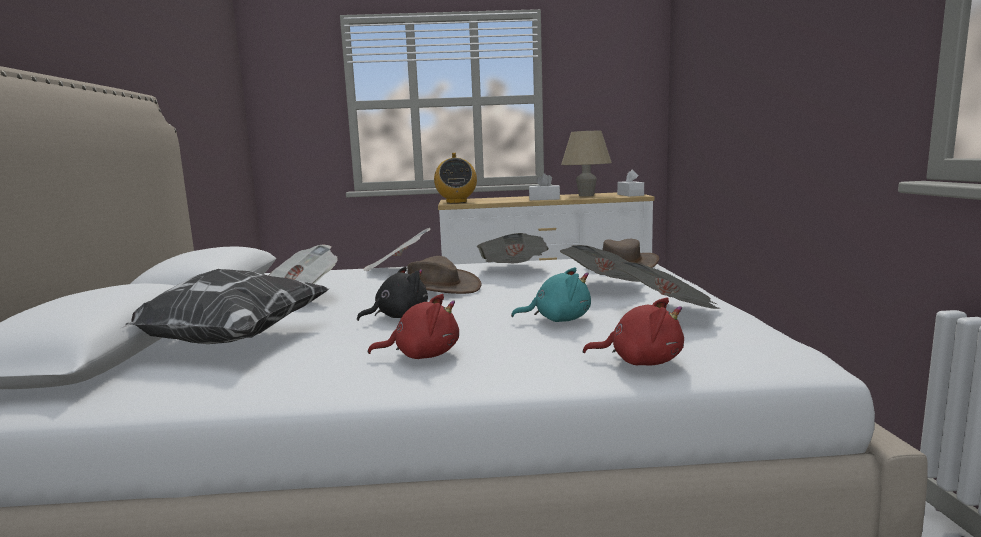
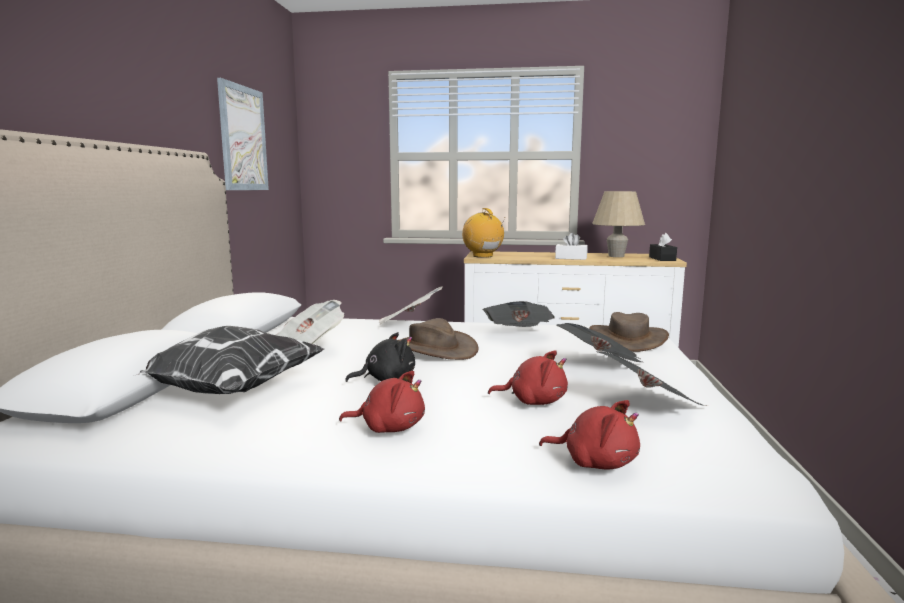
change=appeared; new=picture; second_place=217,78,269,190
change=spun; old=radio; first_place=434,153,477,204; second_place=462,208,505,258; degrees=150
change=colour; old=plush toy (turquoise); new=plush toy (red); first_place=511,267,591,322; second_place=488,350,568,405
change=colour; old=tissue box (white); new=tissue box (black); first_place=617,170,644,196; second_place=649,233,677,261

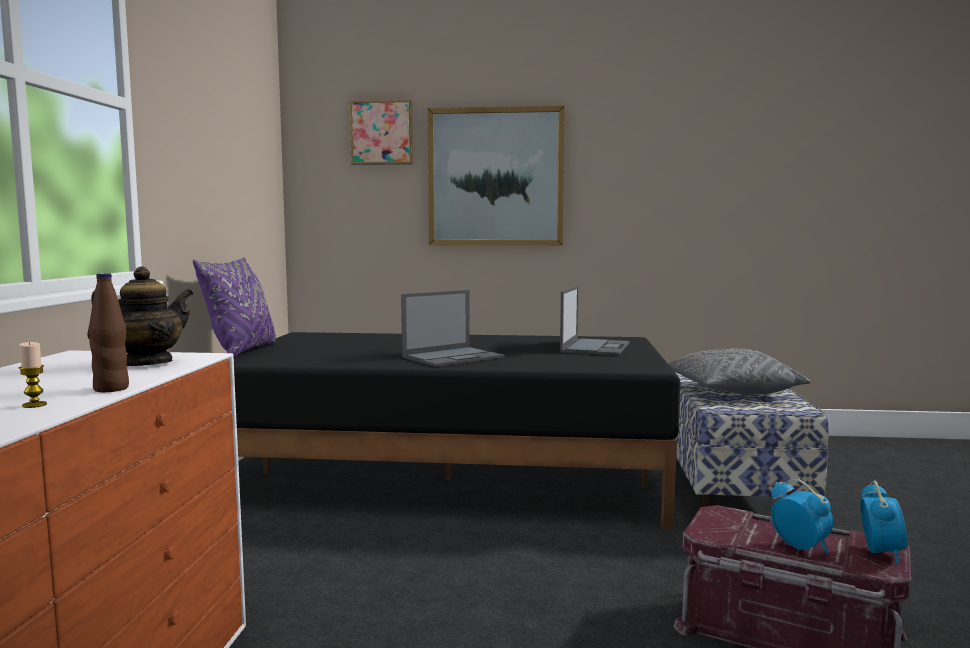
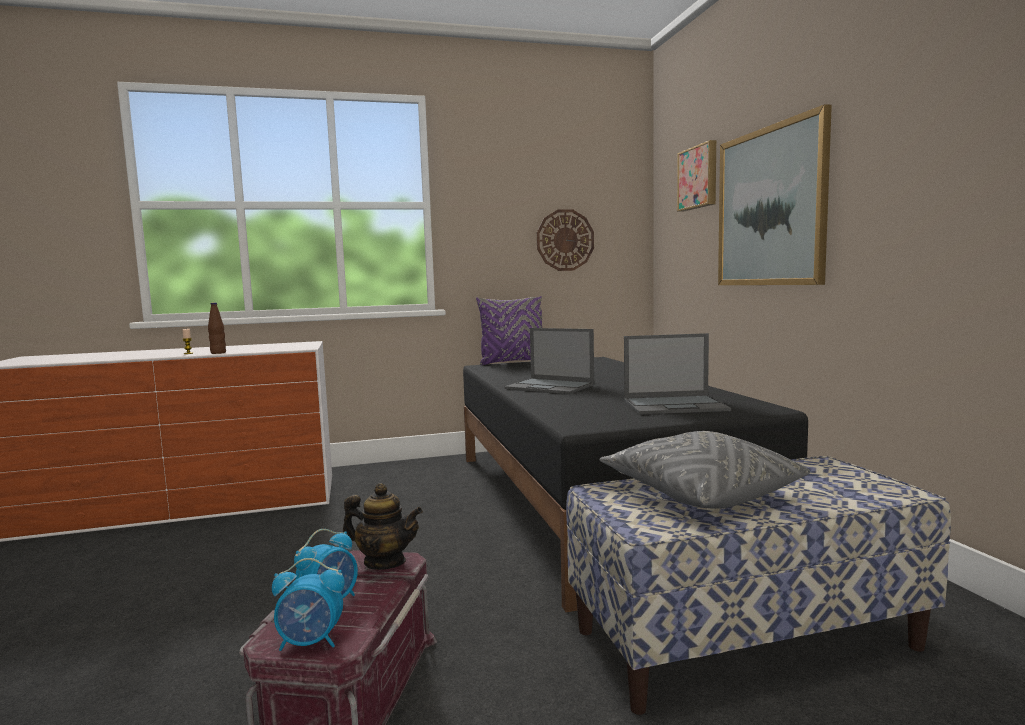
change=relocated; old=teapot; first_place=87,266,193,366; second_place=343,483,423,570
change=appeared; new=wall clock; second_place=537,209,594,271

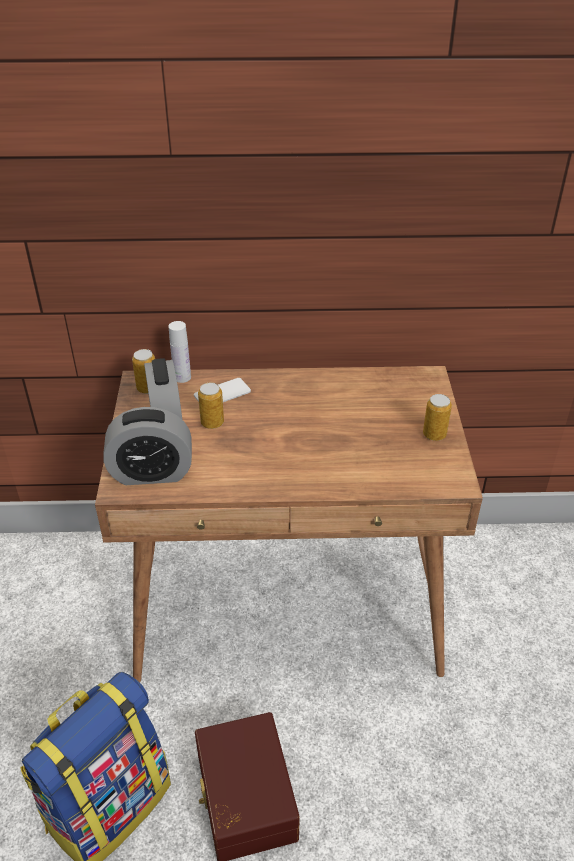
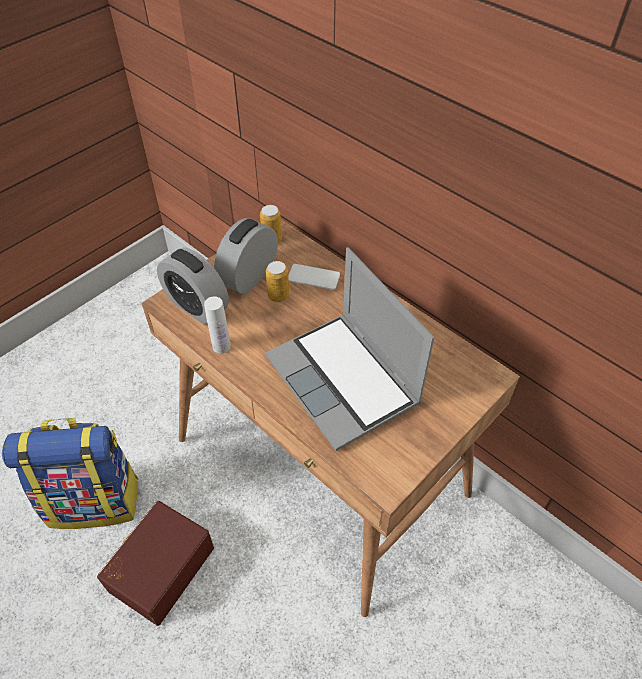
change=relocated; old=bottle (white); first_place=168,321,191,383; second_place=204,296,231,354
change=appeared; new=laptop; second_place=265,247,434,451
change=missing; old=can; first_place=423,394,452,441

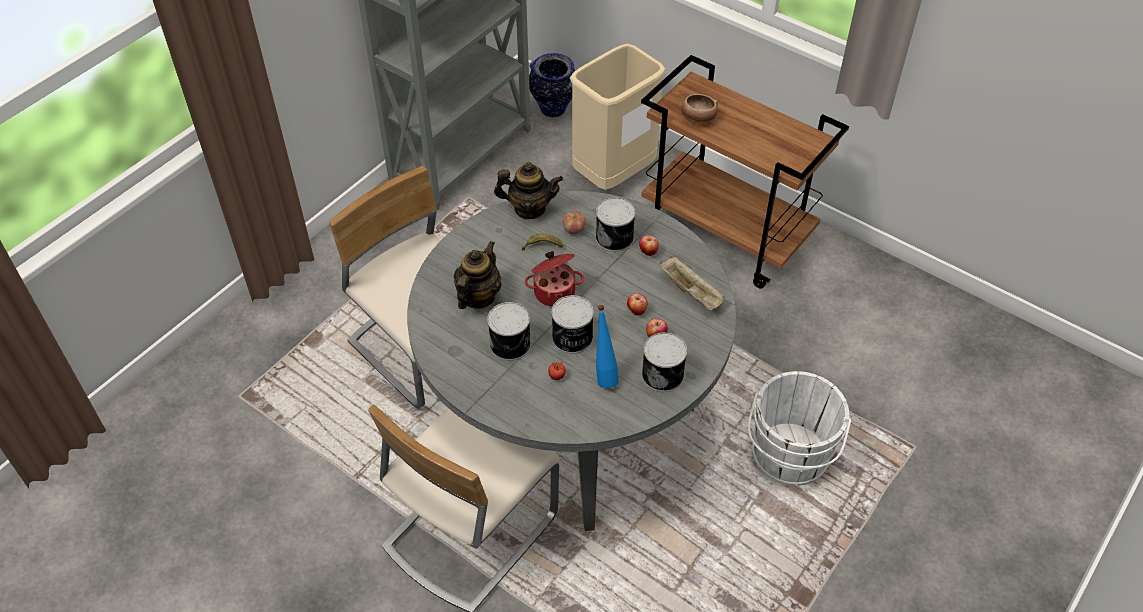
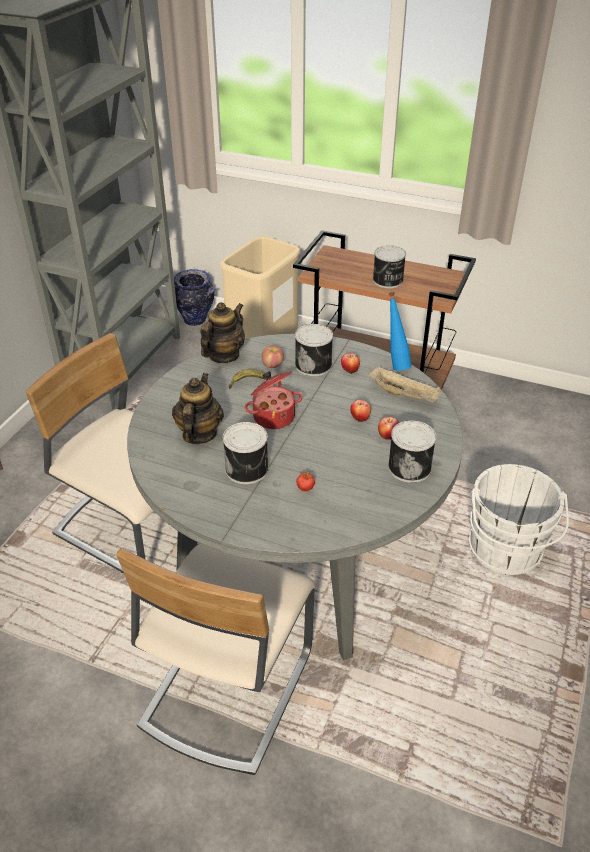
change=spun; old=teapot; first_place=494,162,563,219; second_place=200,302,245,363; degrees=-45
change=relocated; old=can; first_place=552,295,594,354; second_place=373,245,406,288
change=relocated; old=bottle (blue); first_place=596,305,619,388; second_place=389,292,412,371
change=missing; old=bowl; first_place=681,94,718,123

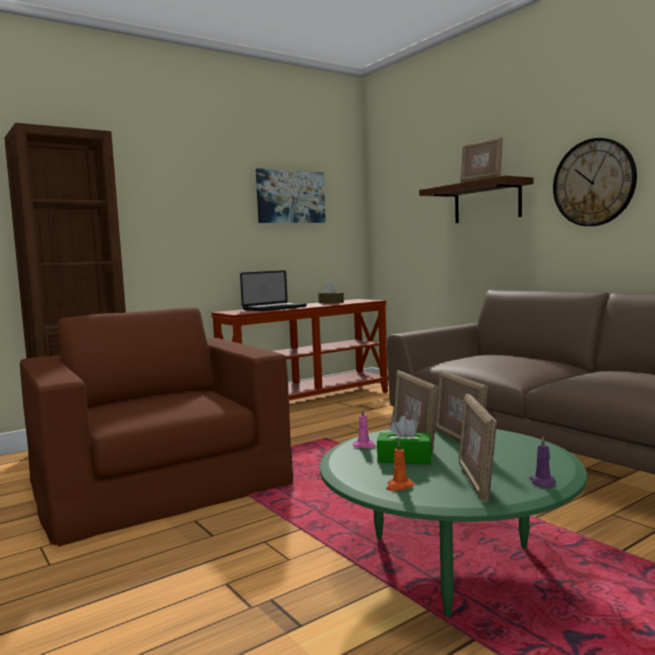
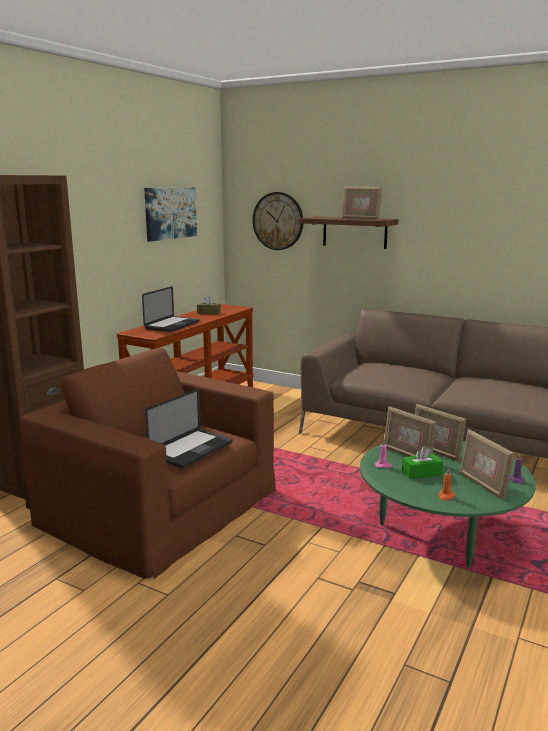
change=appeared; new=laptop; second_place=145,389,233,468
change=relocated; old=wall clock; first_place=553,138,637,226; second_place=253,192,303,250

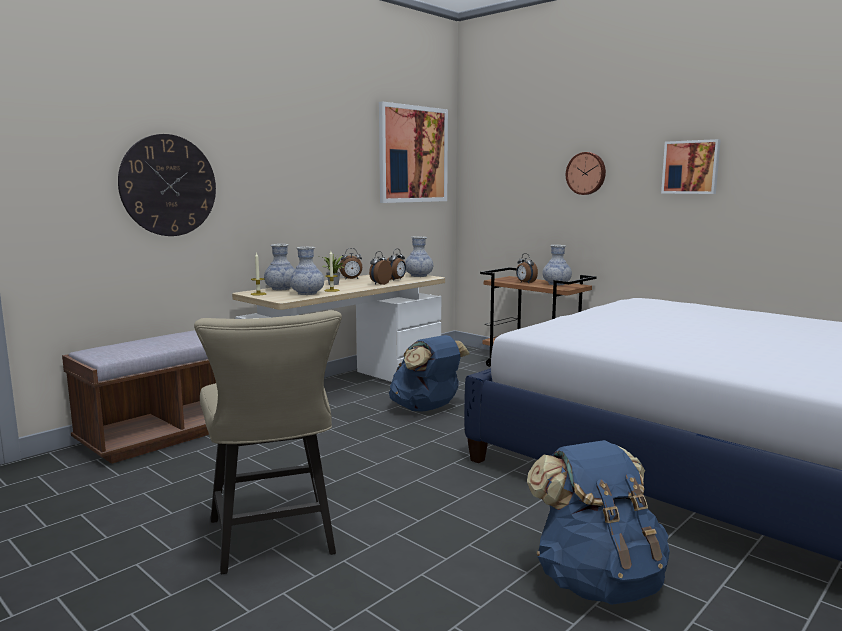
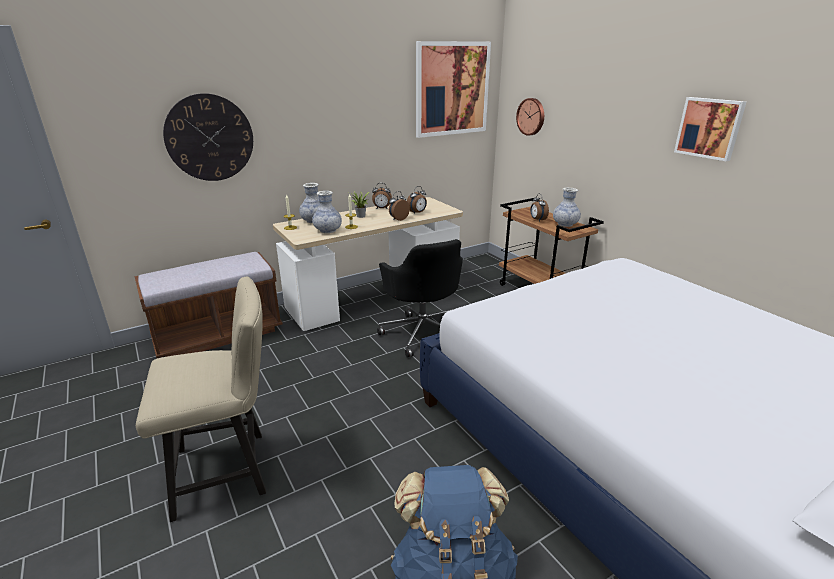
change=spun; old=chair (beige); first_place=194,310,342,574; second_place=136,277,266,522; degrees=-105
change=exchanged; old=backpack (blue); new=office chair (black); first_place=389,335,470,412; second_place=377,239,463,358
change=relocated; old=wall clock; first_place=566,152,606,195; second_place=516,98,544,136
change=missing; old=vase; first_place=405,236,433,277

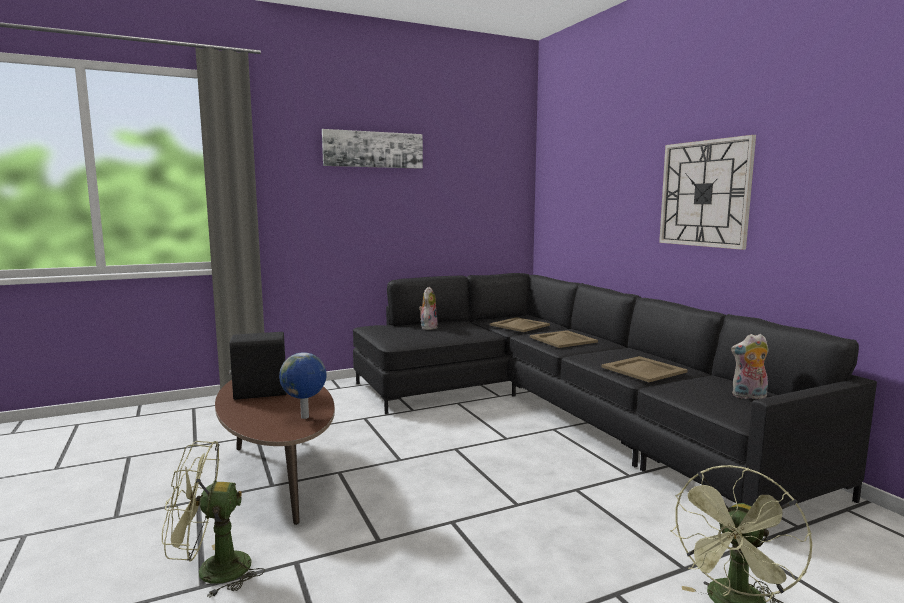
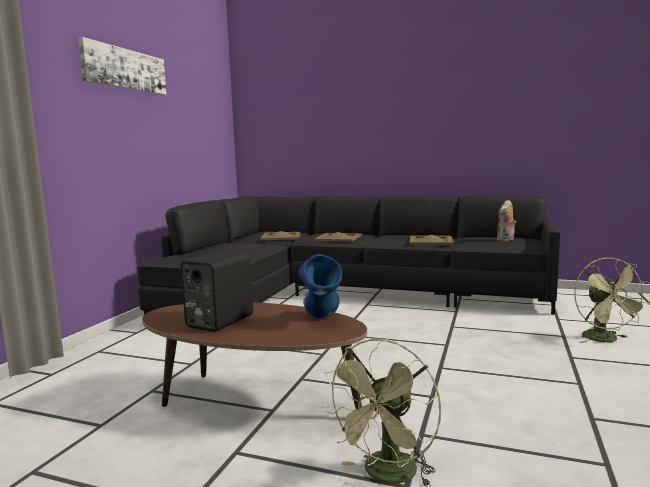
change=exchanged; old=globe; new=vase (blue); first_place=279,352,327,419; second_place=298,254,343,318
change=missing; old=plush toy; first_place=419,287,437,330
change=missing; old=wall clock; first_place=659,135,756,250

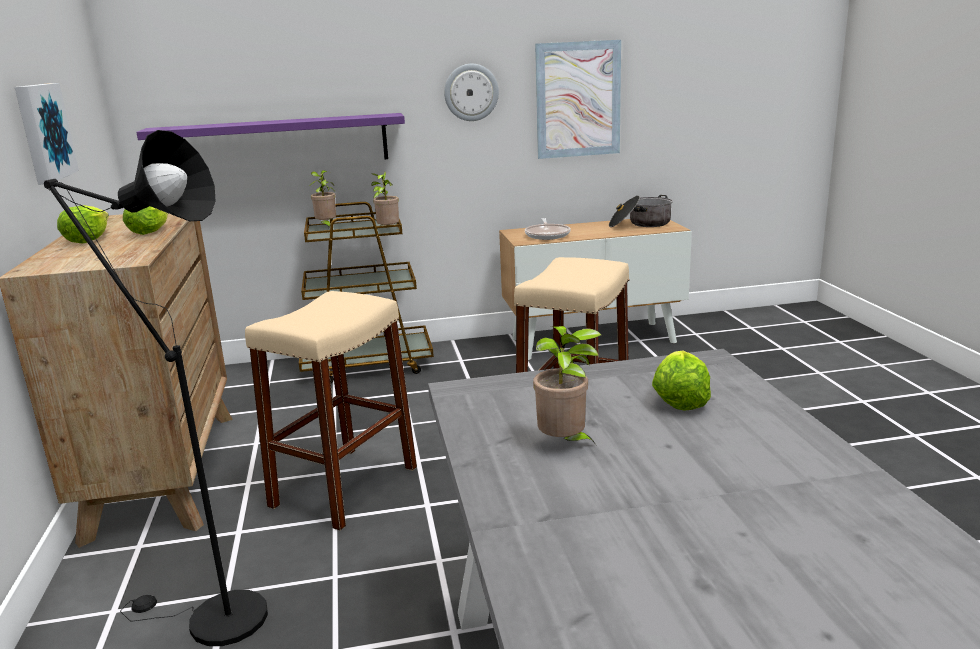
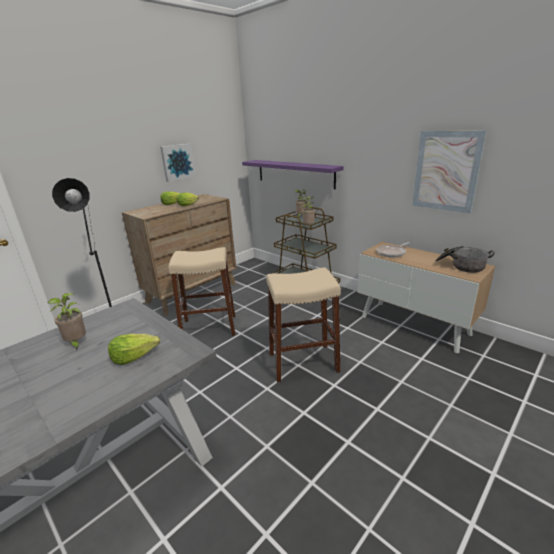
change=missing; old=wall clock; first_place=444,64,499,121

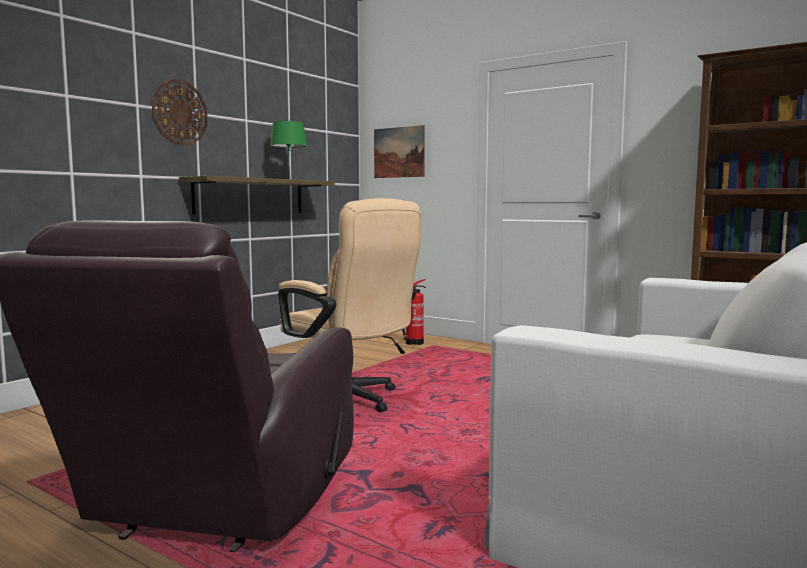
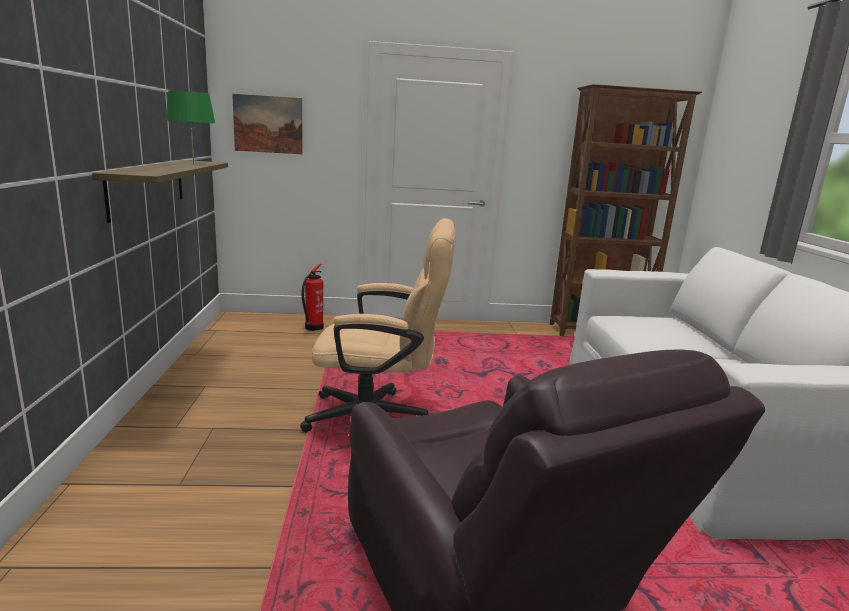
change=missing; old=wall clock; first_place=152,79,208,146

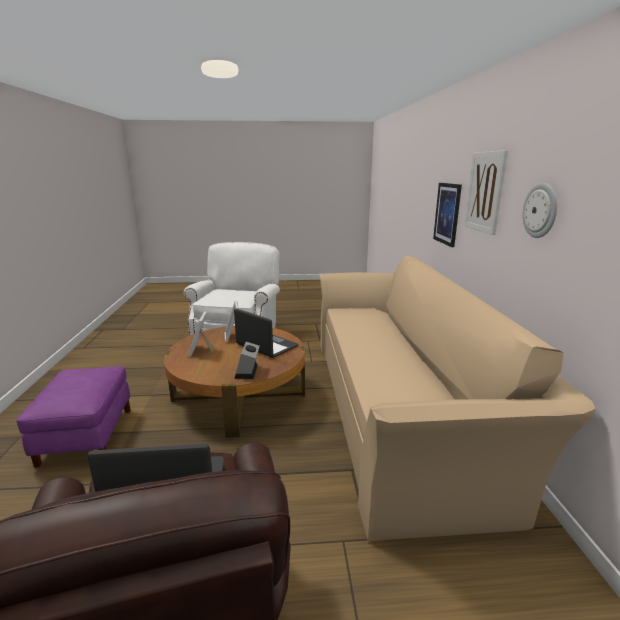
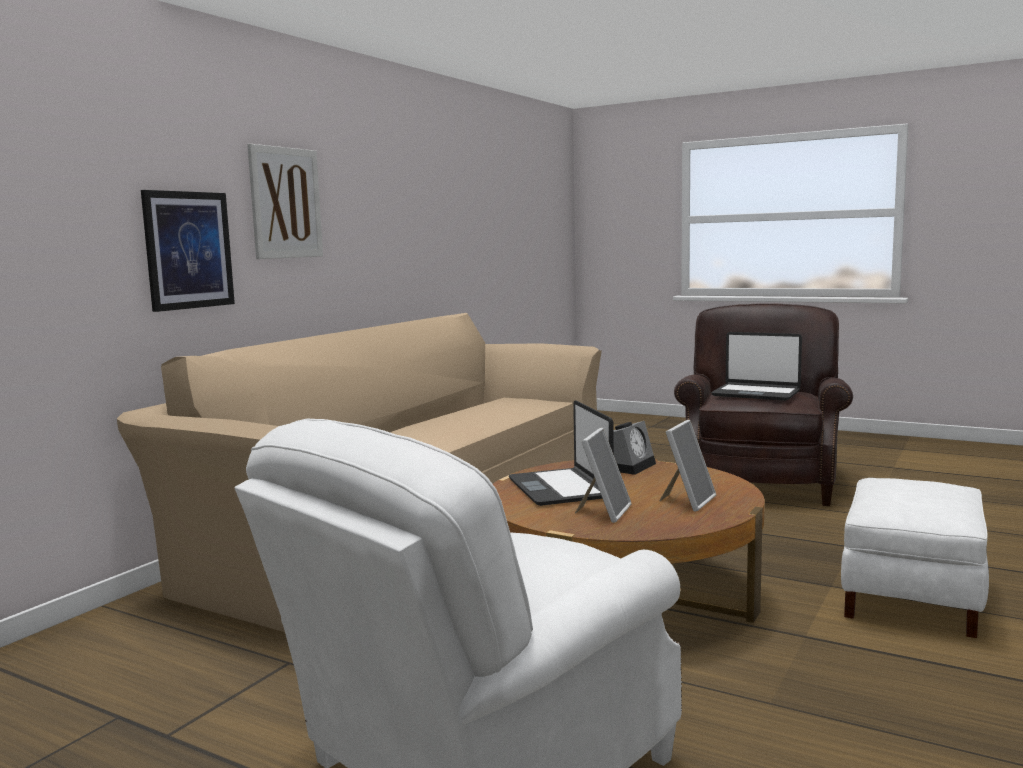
change=colour; old=ottoman (purple); new=ottoman (white); first_place=16,366,131,468; second_place=841,478,989,638
change=missing; old=wall clock; first_place=522,183,557,238

